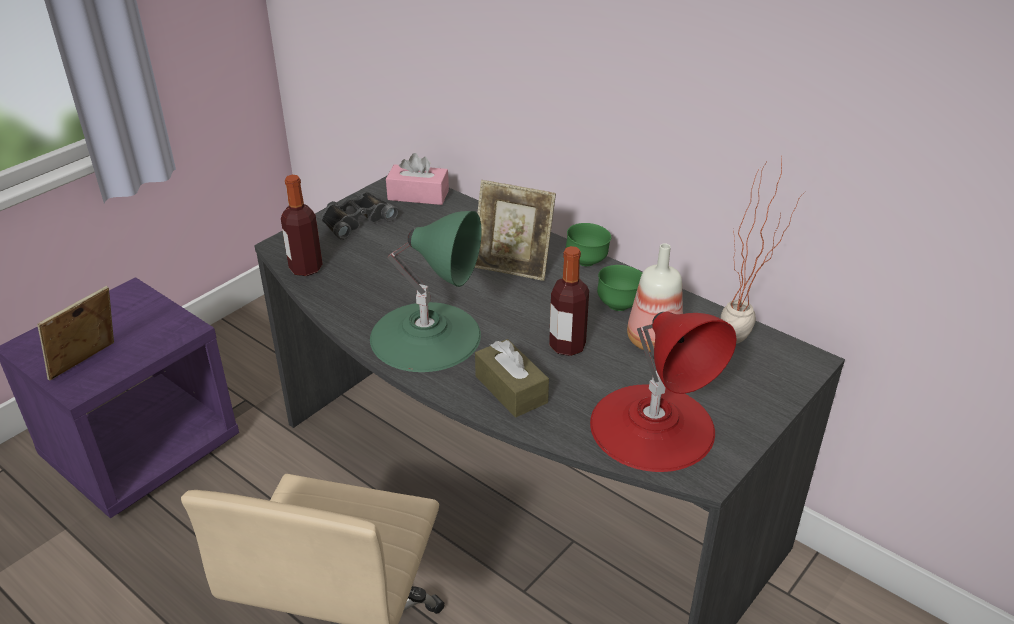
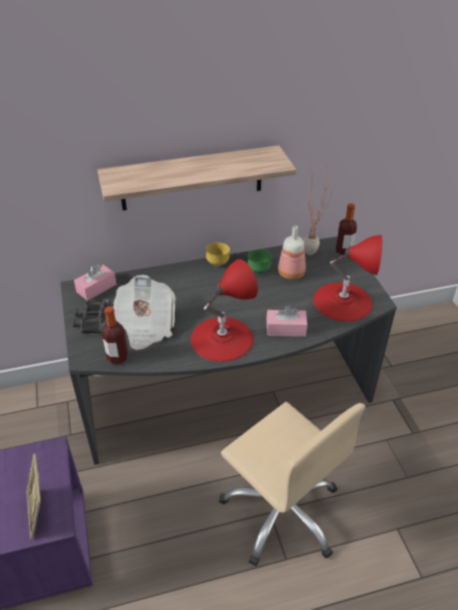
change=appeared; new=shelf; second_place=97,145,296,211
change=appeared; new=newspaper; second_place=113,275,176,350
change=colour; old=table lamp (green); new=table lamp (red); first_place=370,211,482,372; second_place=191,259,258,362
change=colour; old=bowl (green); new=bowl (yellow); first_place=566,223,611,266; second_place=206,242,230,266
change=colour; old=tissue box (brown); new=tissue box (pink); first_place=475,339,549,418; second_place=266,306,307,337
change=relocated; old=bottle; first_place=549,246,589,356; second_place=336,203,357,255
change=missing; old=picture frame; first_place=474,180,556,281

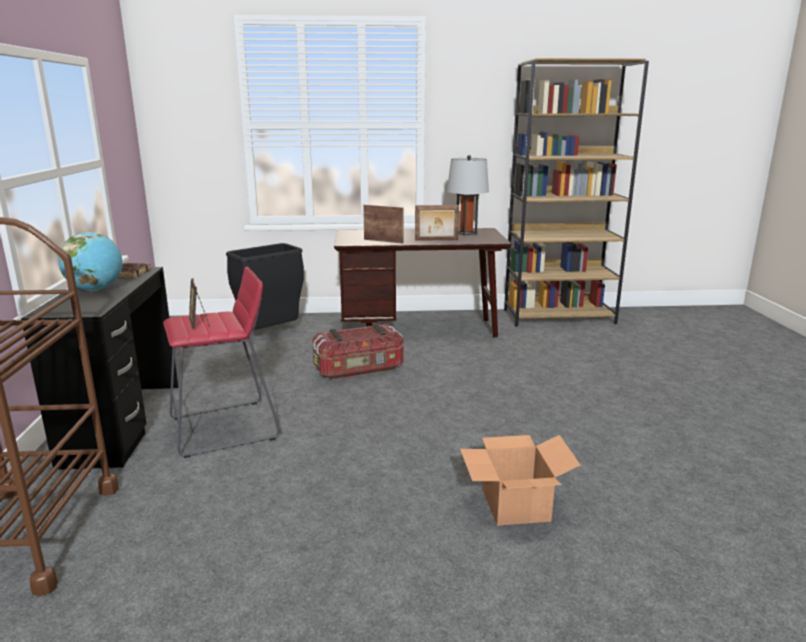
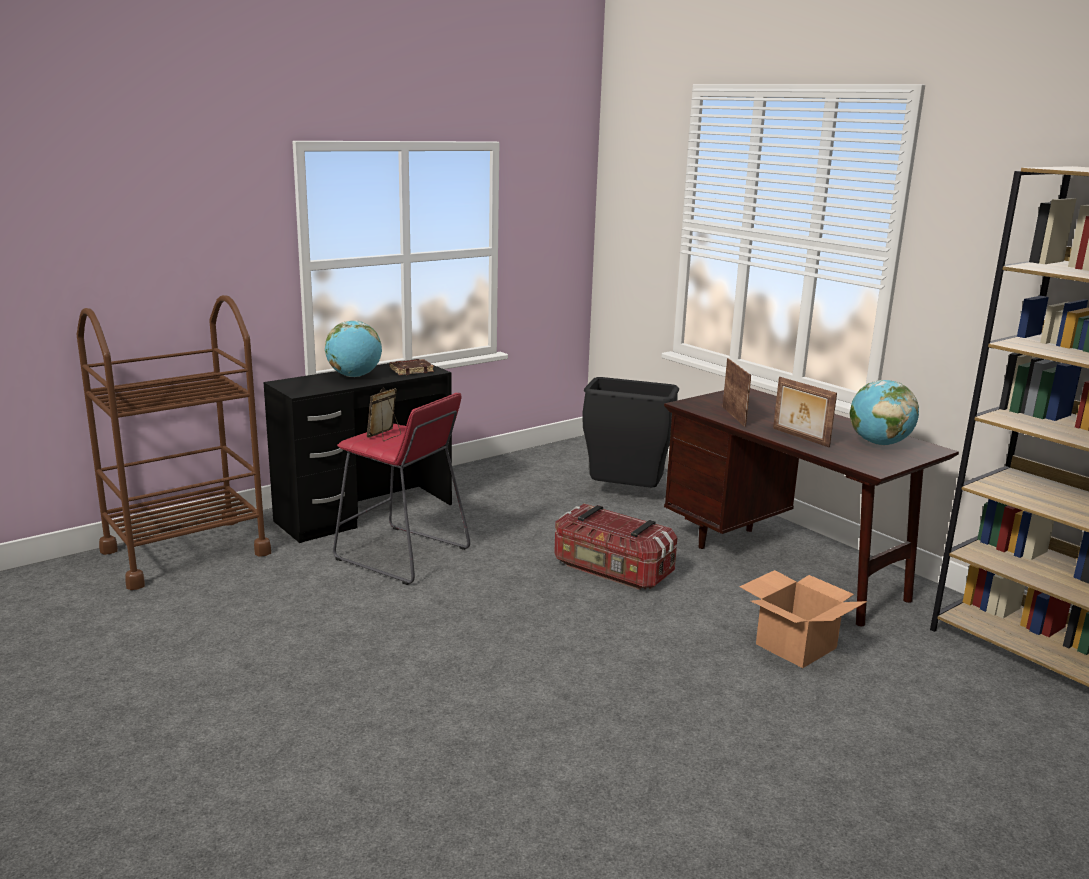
change=relocated; old=cardboard box; first_place=460,435,581,526; second_place=739,570,867,668
change=exchanged; old=table lamp (grey); new=globe; first_place=447,155,489,236; second_place=850,380,919,445

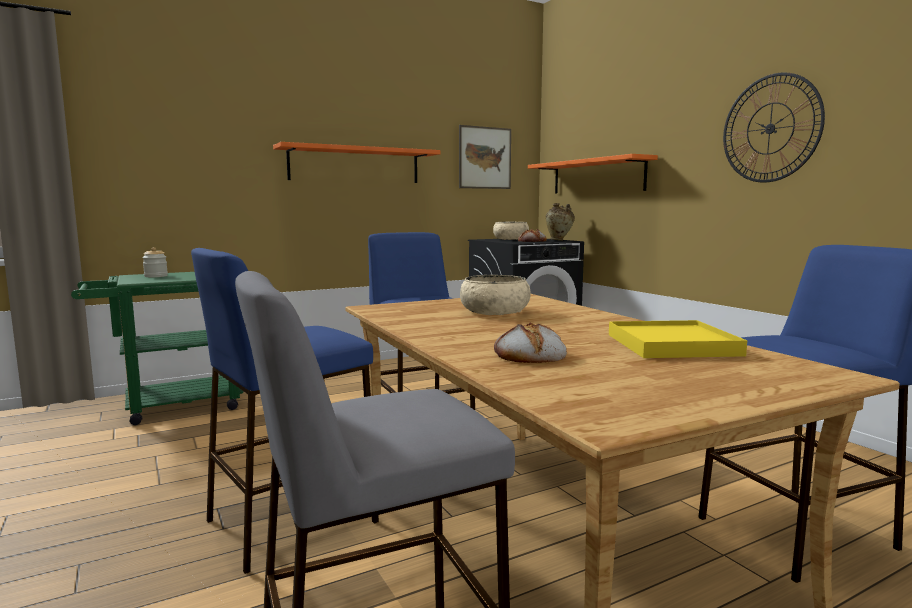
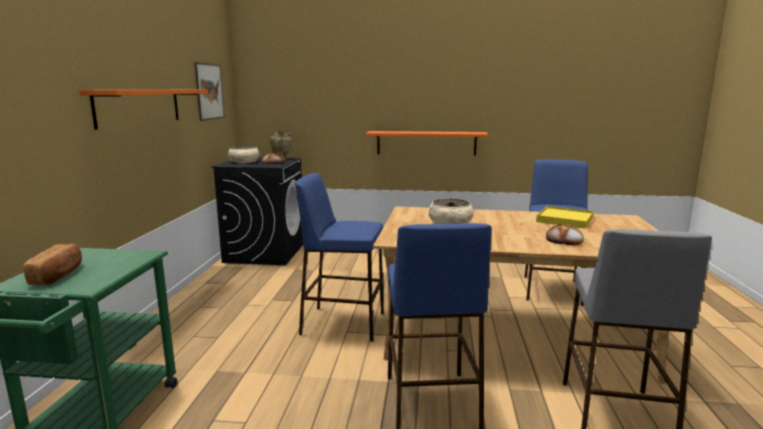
change=exchanged; old=jar; new=bread; first_place=142,247,168,277; second_place=23,244,82,285
change=relocated; old=shelf (orange); first_place=528,154,658,194; second_place=366,131,488,155
change=missing; old=wall clock; first_place=723,72,825,183

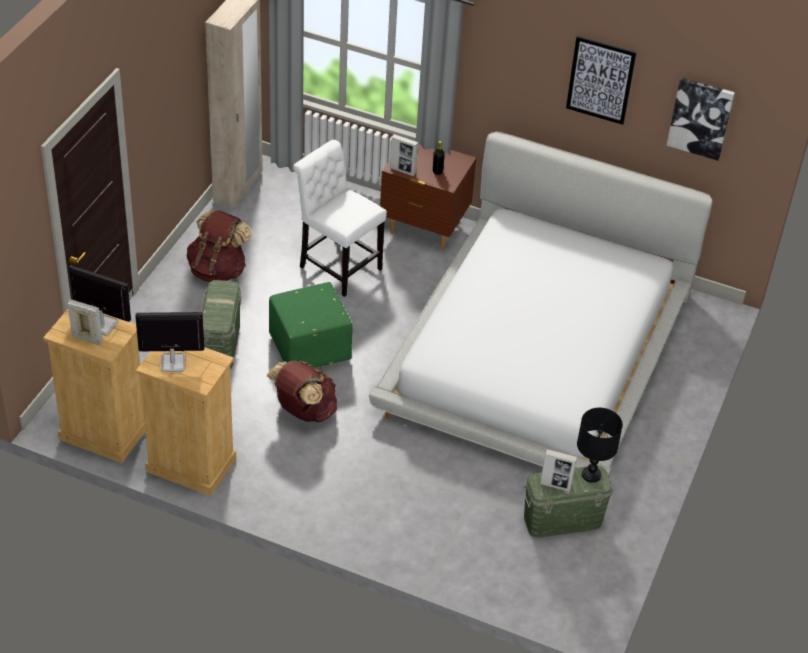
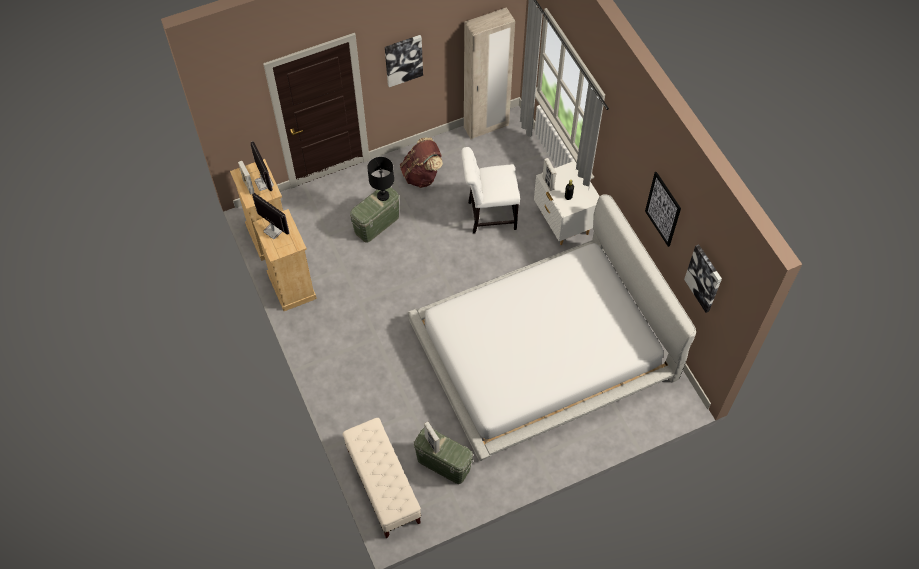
change=appeared; new=bench (beige); second_place=342,418,421,538
change=relocated; old=table lamp (black); first_place=577,408,623,483; second_place=367,157,394,201
change=appeared; new=picture; second_place=385,35,423,87
change=spun; old=chair (white); first_place=293,140,387,297; second_place=461,147,520,234; degrees=-90
change=colour; old=nightstand (brown); new=nightstand (white); first_place=380,139,476,250; second_place=534,161,600,245
change=missing; old=backpack (brown); first_place=267,361,337,422
change=missing; old=ottoman (green); first_place=269,282,352,368

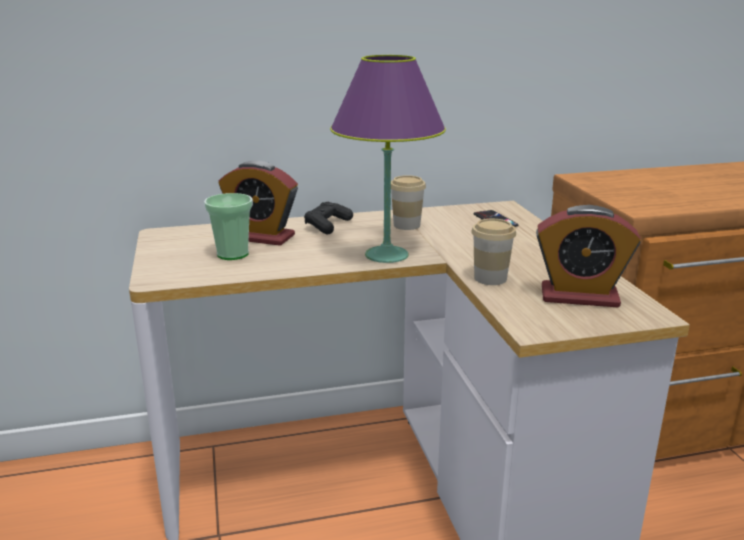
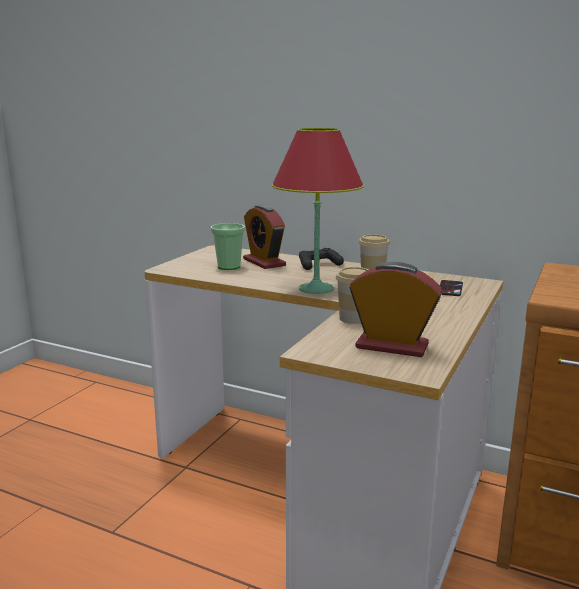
change=colour; old=table lamp (purple); new=table lamp (red); first_place=330,55,446,263; second_place=272,128,364,294
change=spun; old=alarm clock; first_place=536,205,641,307; second_place=350,262,442,357; degrees=150

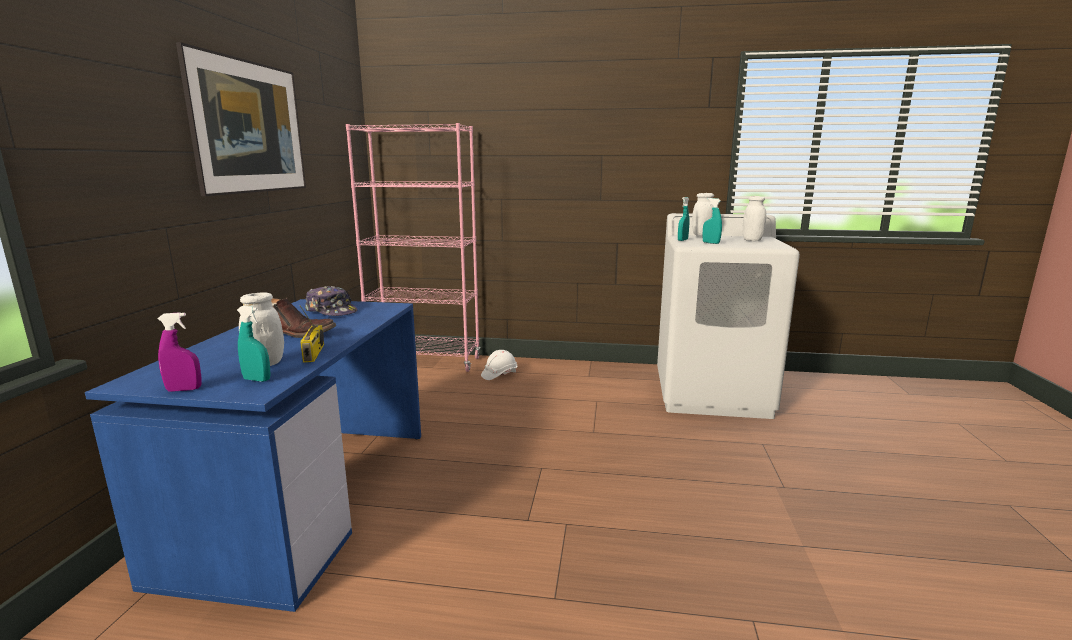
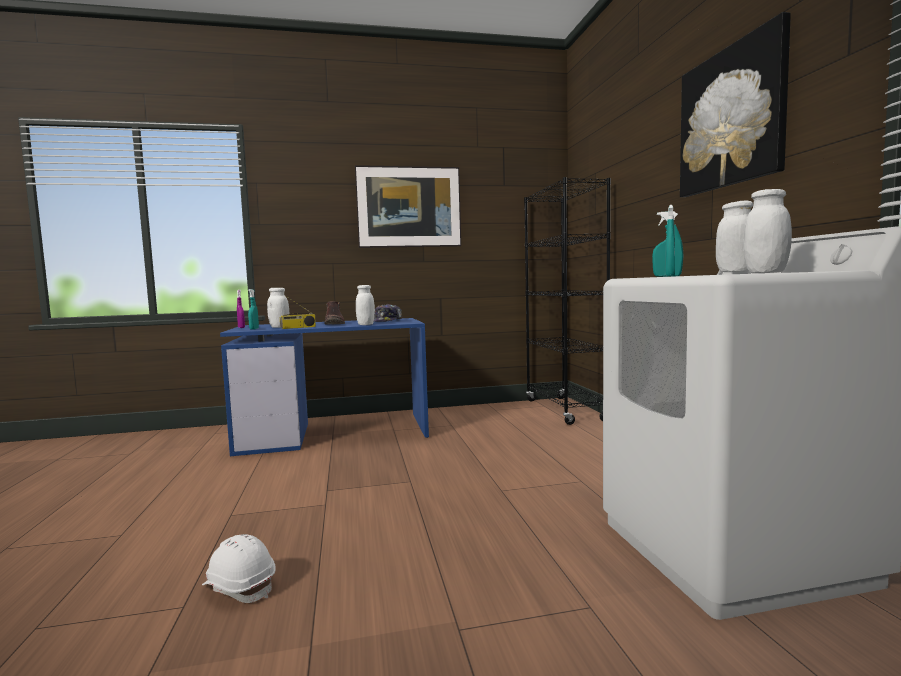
change=relocated; old=hard hat (white); first_place=481,350,517,380; second_place=202,534,276,603
change=appeared; new=jar (white); second_place=356,285,375,325
change=colour; old=bookcase (pink); new=bookcase (black); first_place=346,123,481,372; second_place=524,177,611,425
change=appeared; new=picture; second_place=680,12,791,197

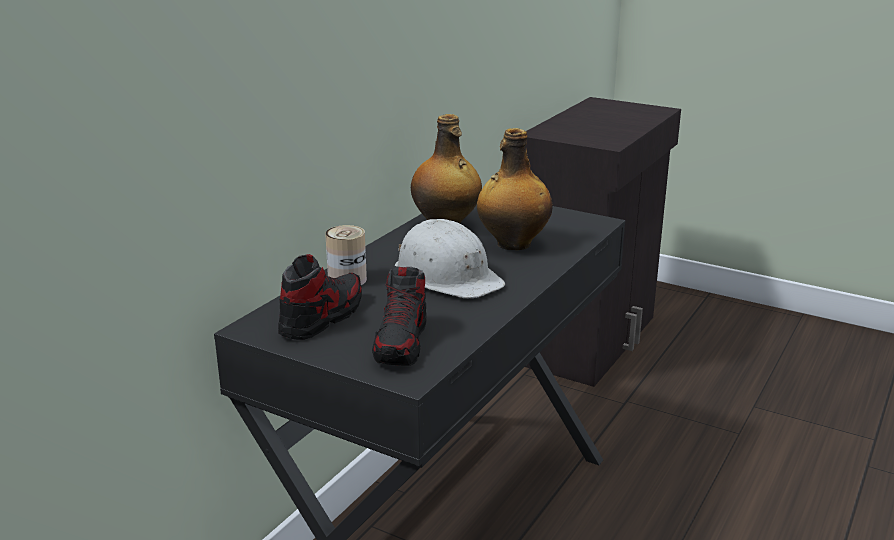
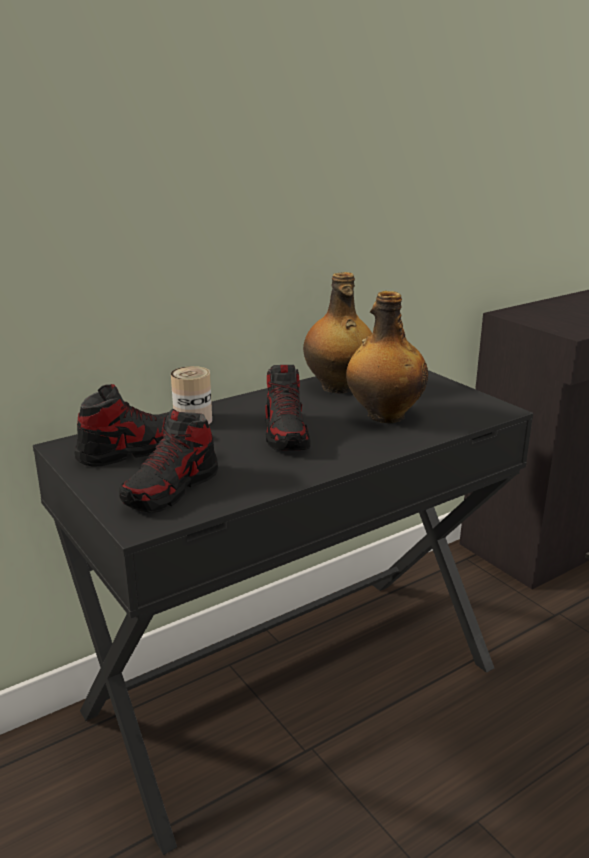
change=exchanged; old=hard hat (white); new=shoe; first_place=395,219,505,298; second_place=265,365,311,451

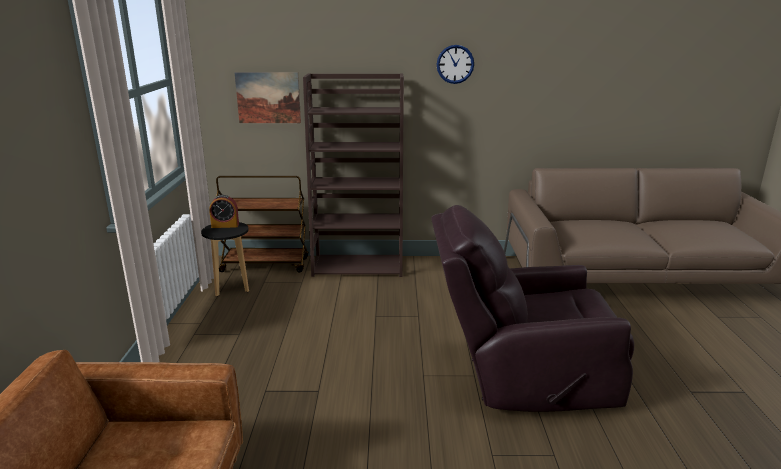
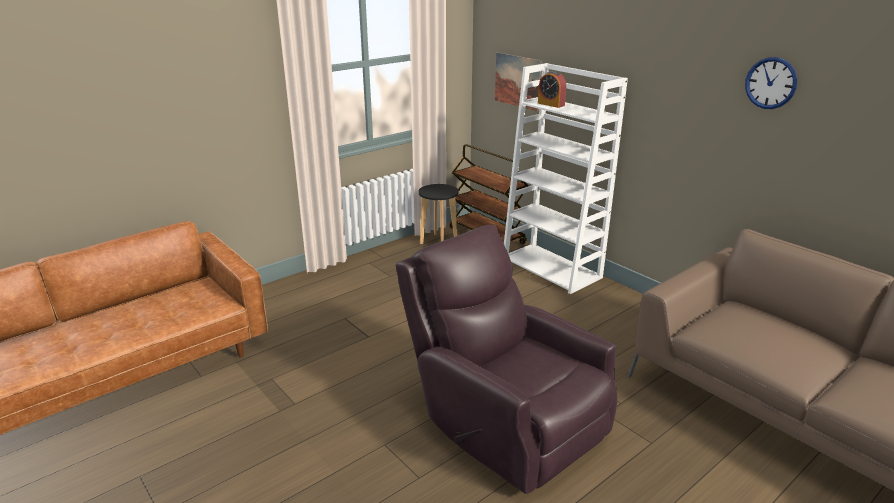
change=colour; old=bookcase (brown); new=bookcase (white); first_place=303,73,404,277; second_place=504,63,628,294
change=relocated; old=alarm clock; first_place=209,195,239,228; second_place=538,71,566,108
change=relocated; old=wall clock; first_place=437,45,474,84; second_place=745,57,798,109

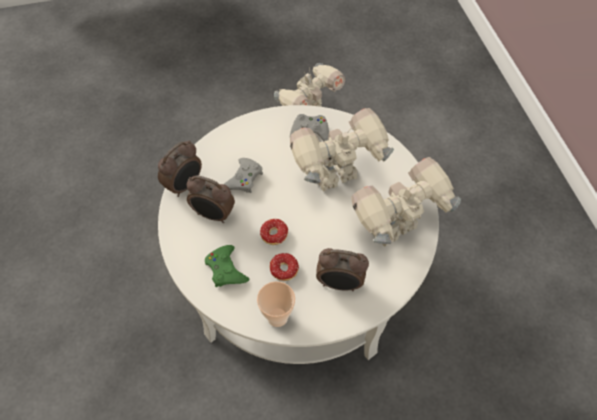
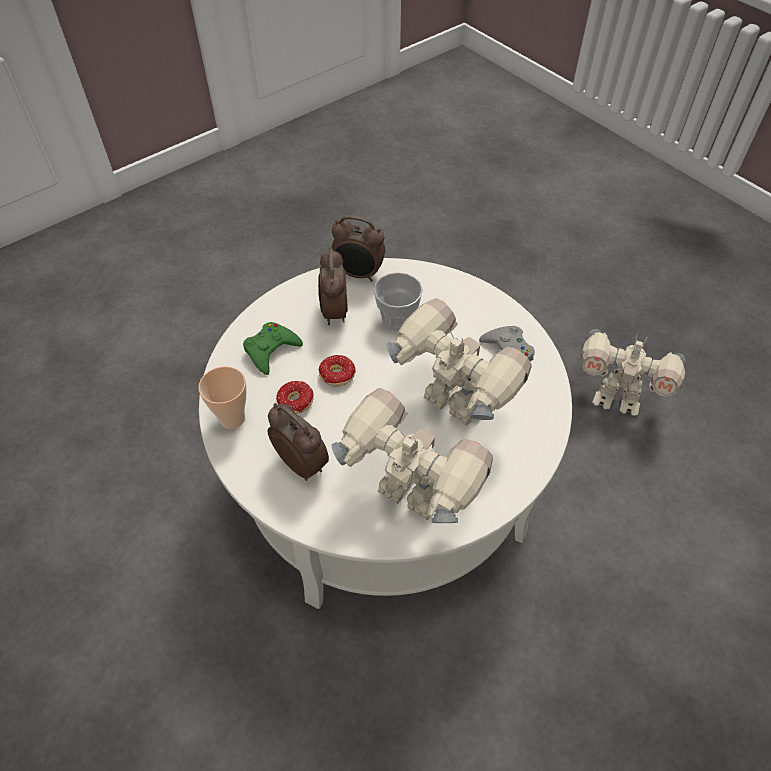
change=spun; old=alarm clock; first_place=316,248,369,291; second_place=268,403,329,481; degrees=150
change=exchanged; old=game controller (grey); new=cup; first_place=224,158,263,193; second_place=373,272,423,331

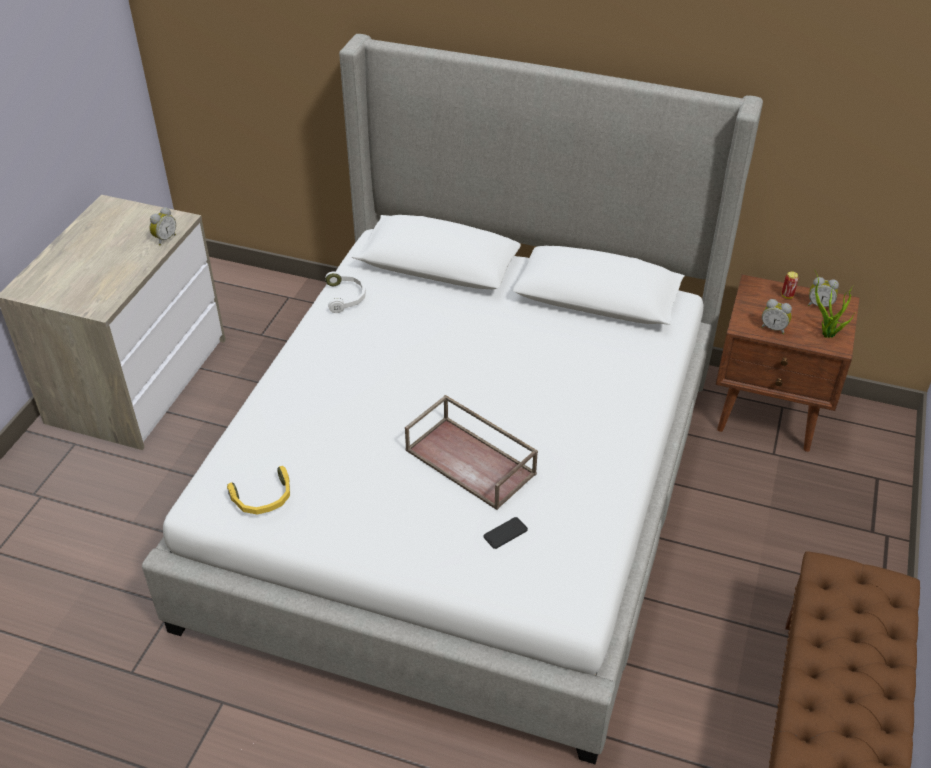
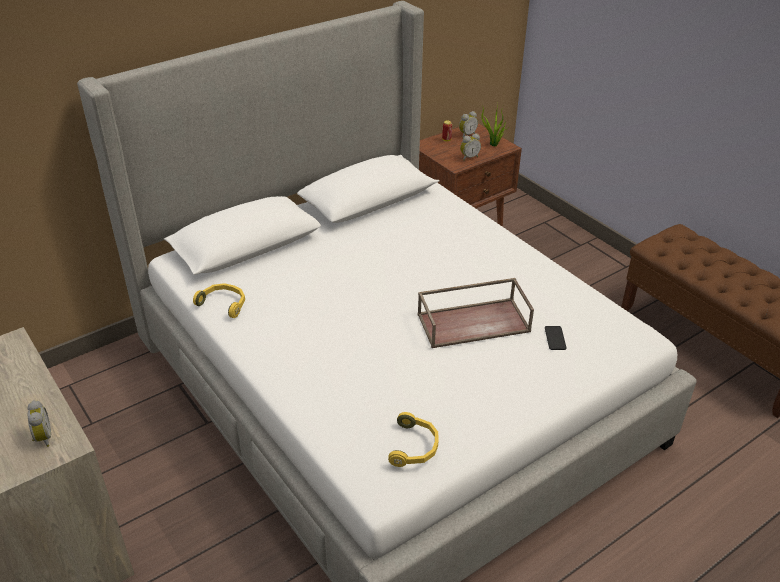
change=relocated; old=alarm clock; first_place=149,207,176,245; second_place=28,400,51,447
change=colour; old=headphones (white); new=headphones (yellow); first_place=325,271,366,313; second_place=193,283,245,318

